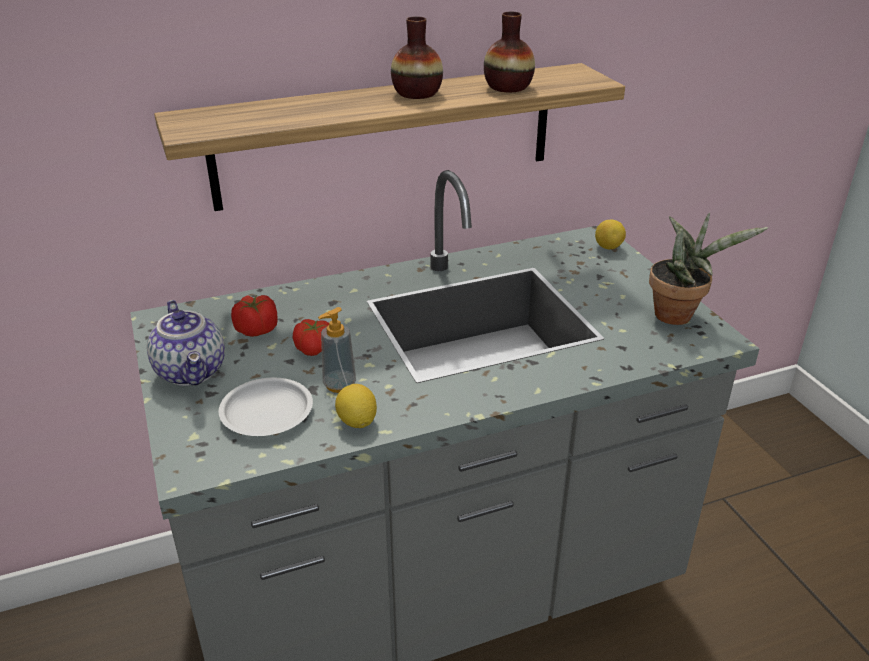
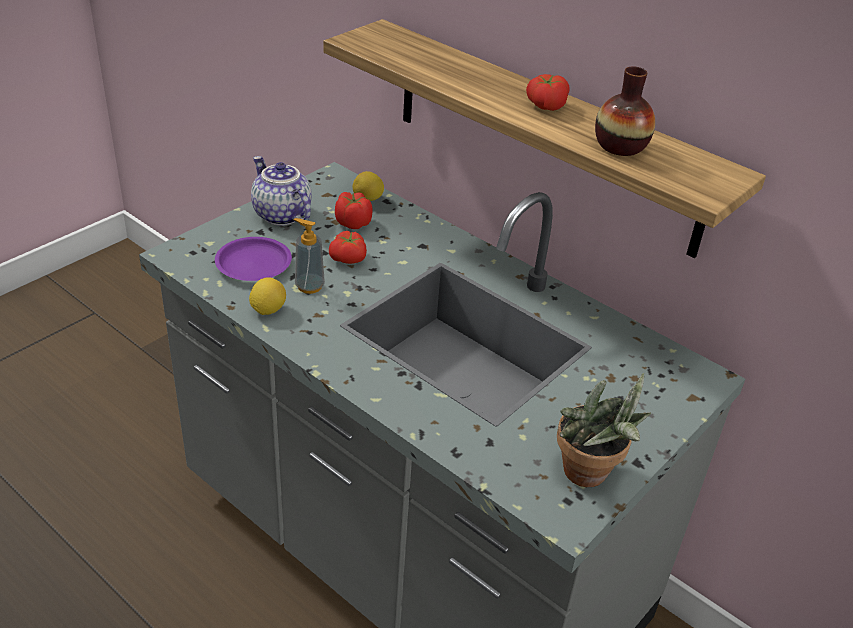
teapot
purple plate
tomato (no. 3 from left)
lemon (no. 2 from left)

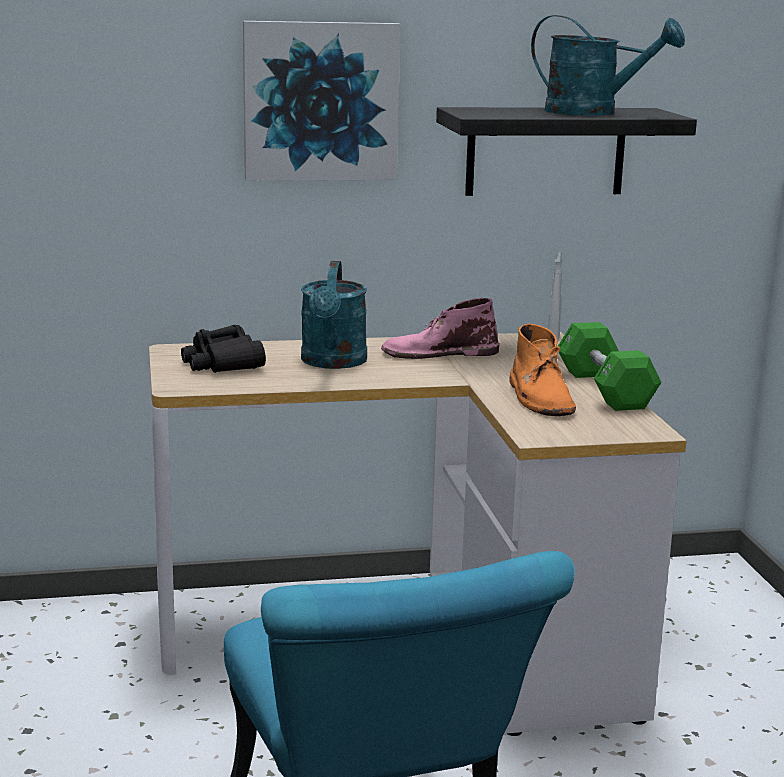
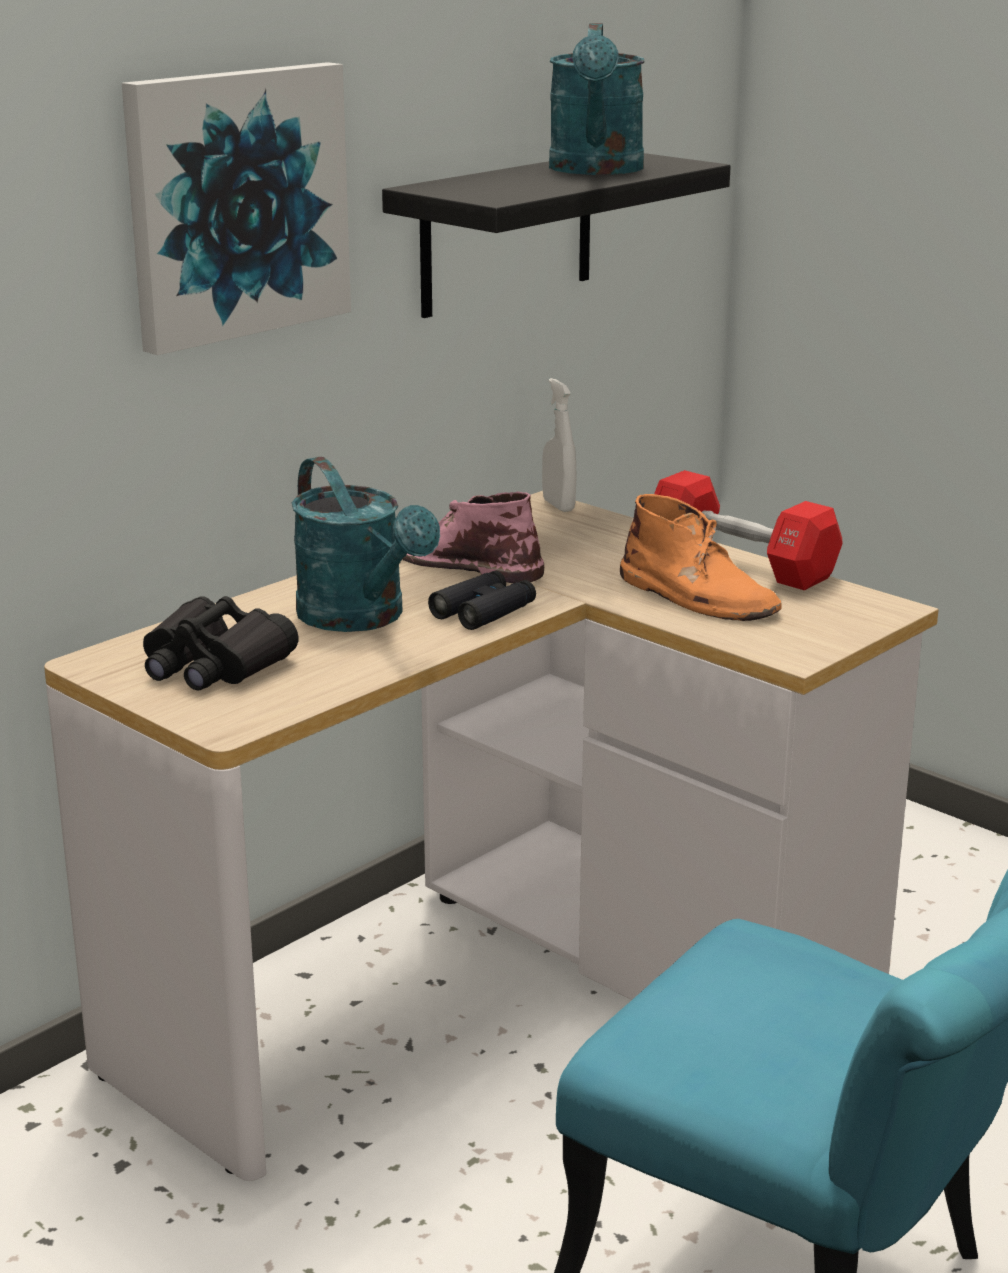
pink boot
turquoise watering can (no. 2 from left)
red dumbbell
black binoculars (no. 2 from left)

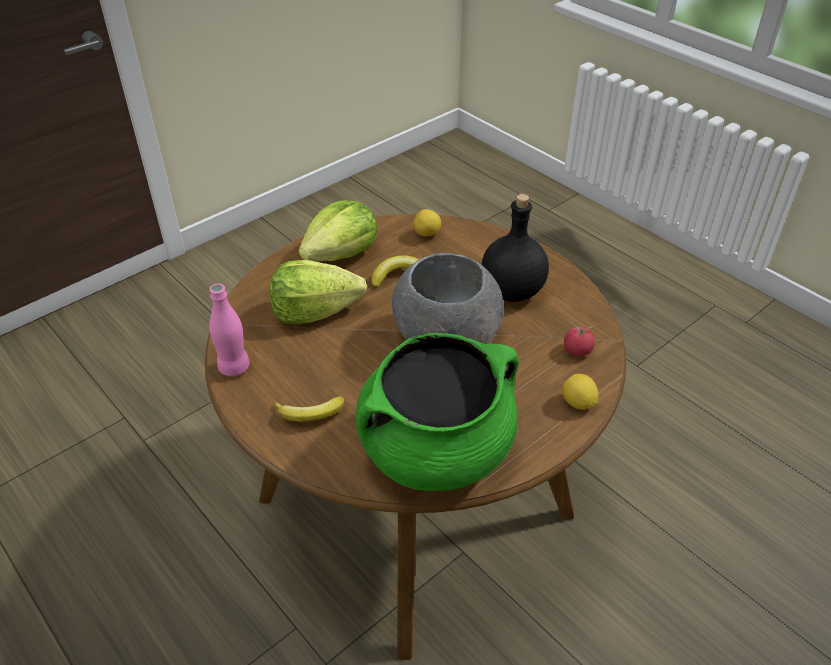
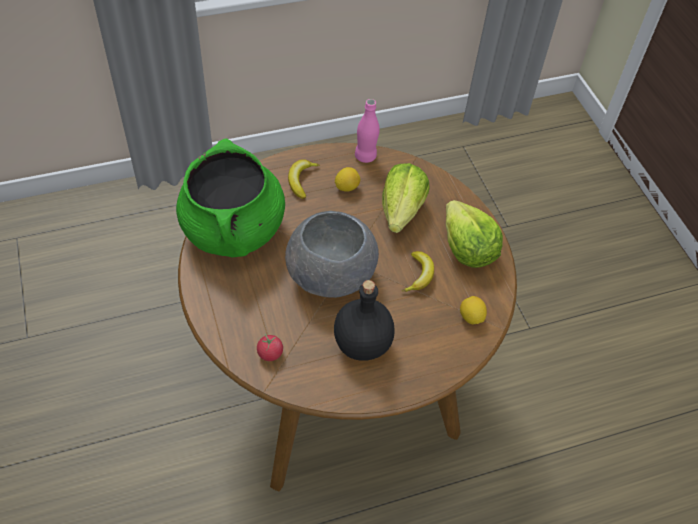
lemon (no. 1 from left)

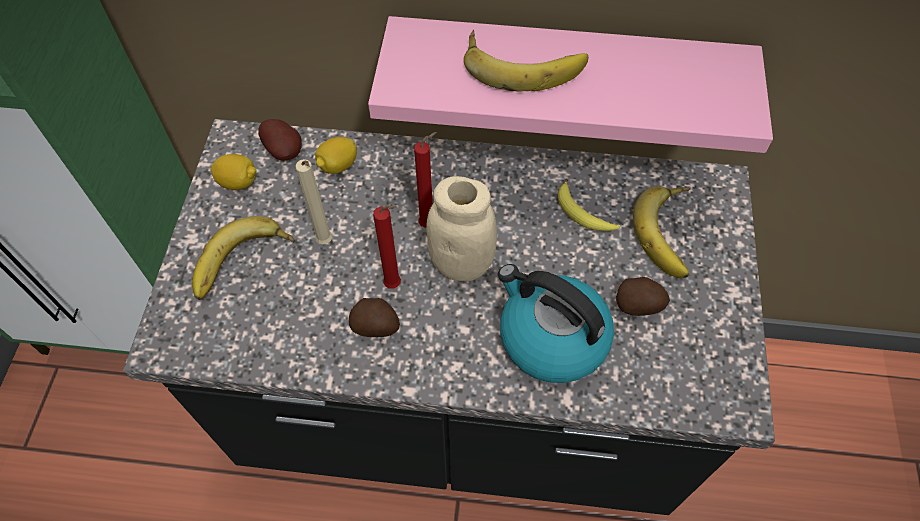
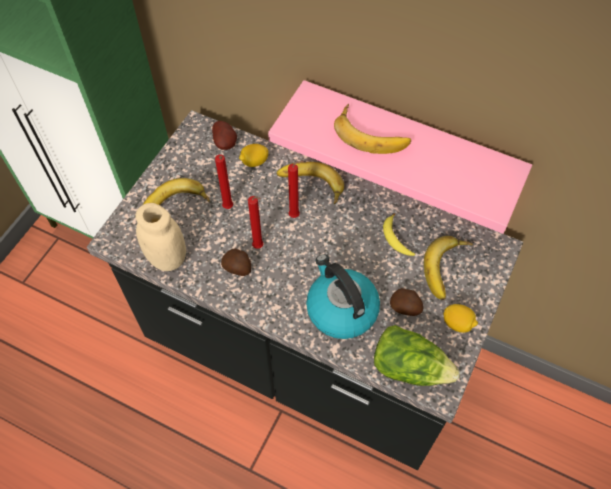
lemon (no. 2 from left)
red candle (no. 1 from left)
beige jar
banana (no. 2 from left)
lettuce

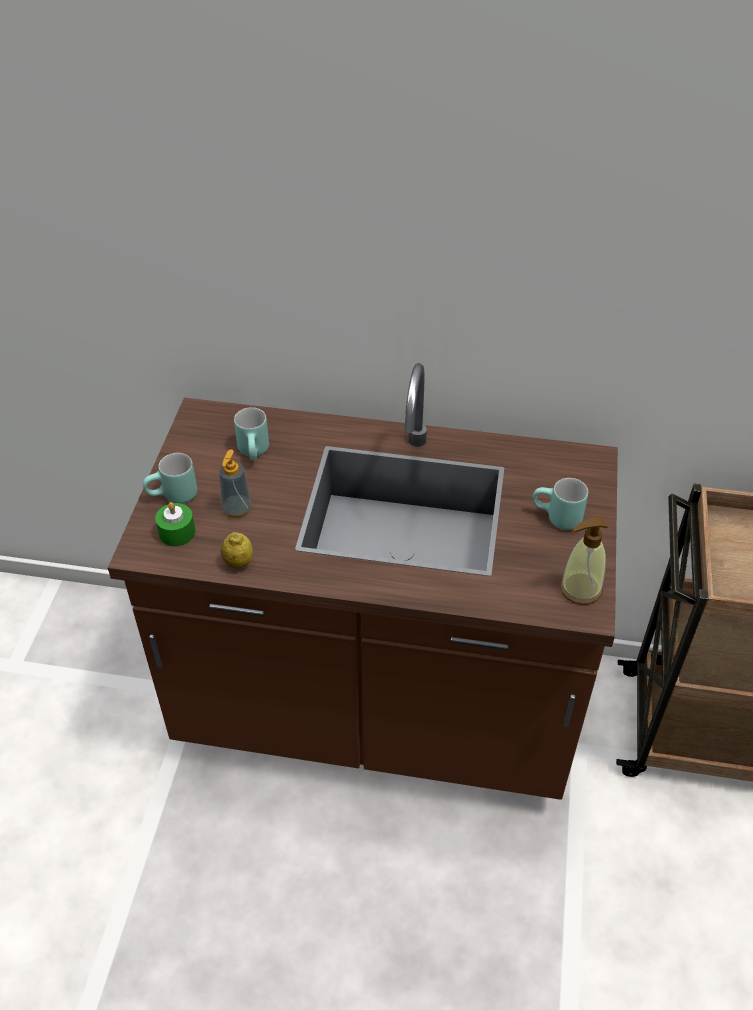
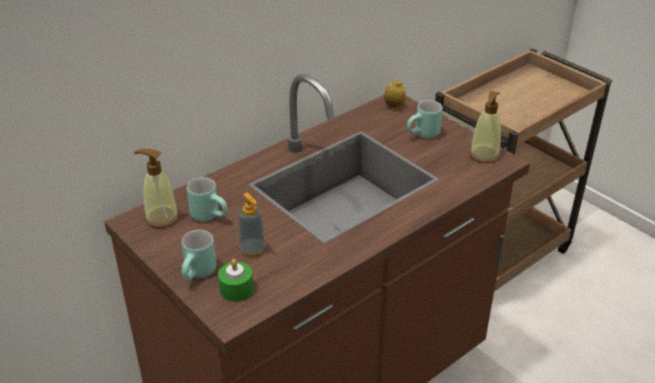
lemon
soap dispenser (no. 1 from left)

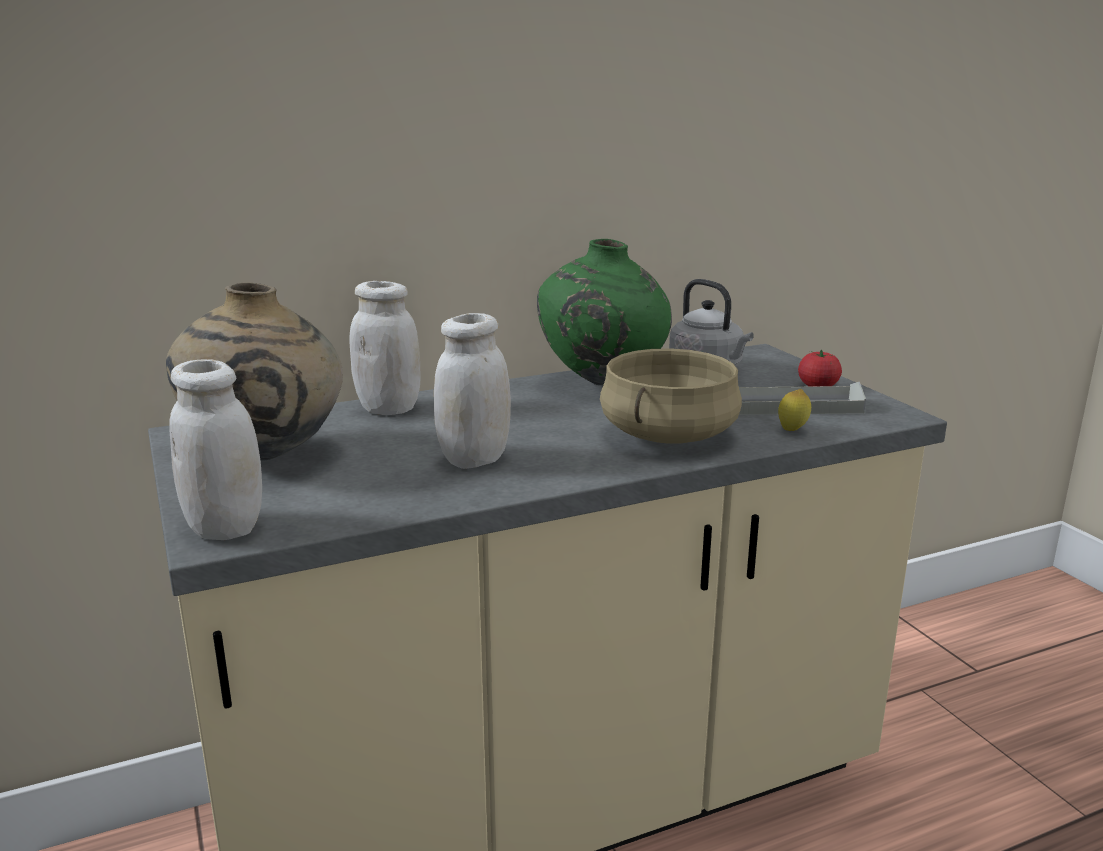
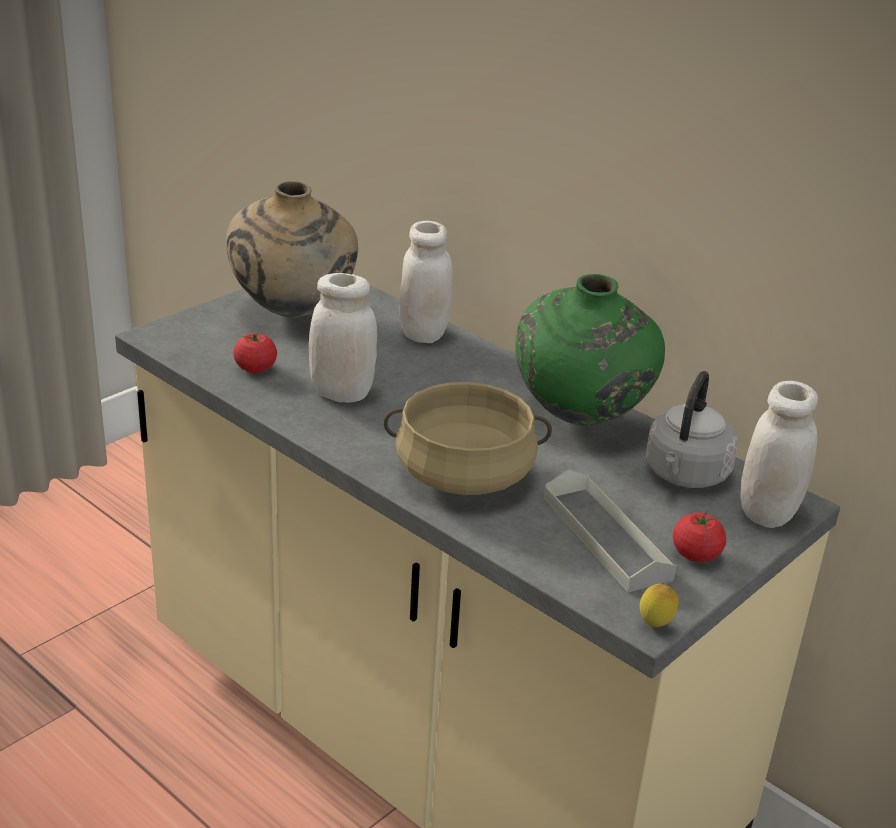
white jar (no. 3 from left)
lemon
tomato (no. 1 from left)

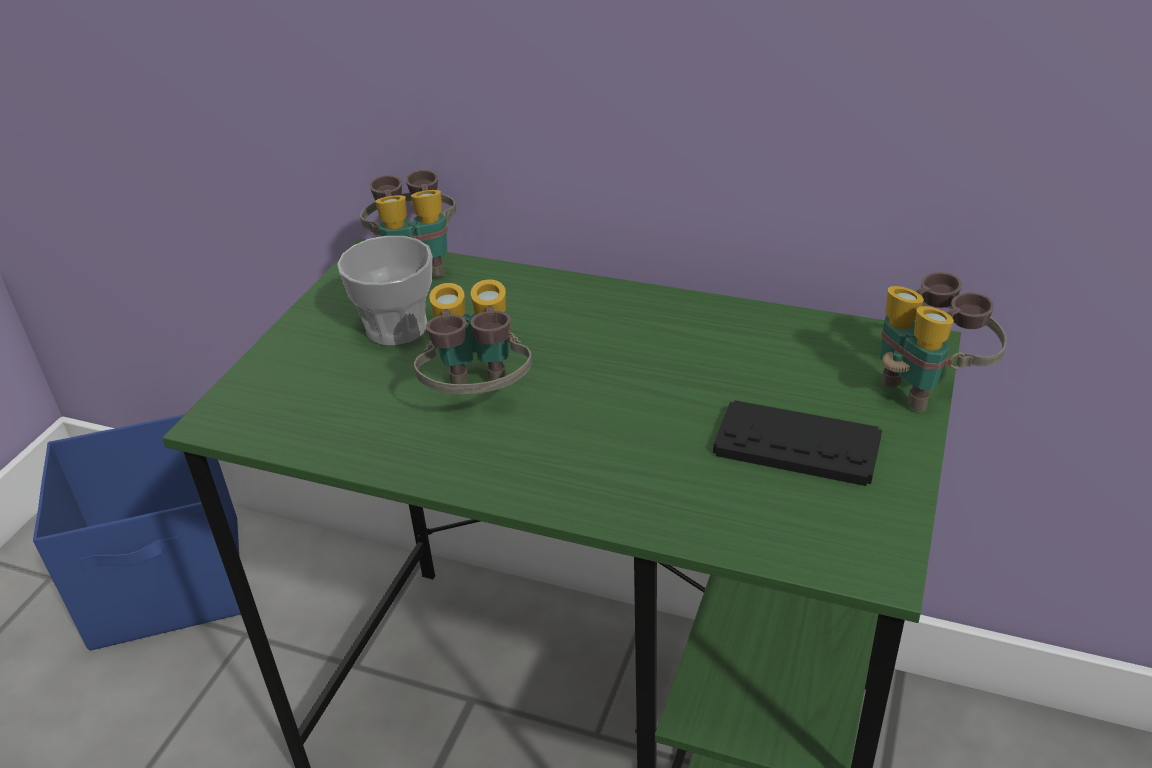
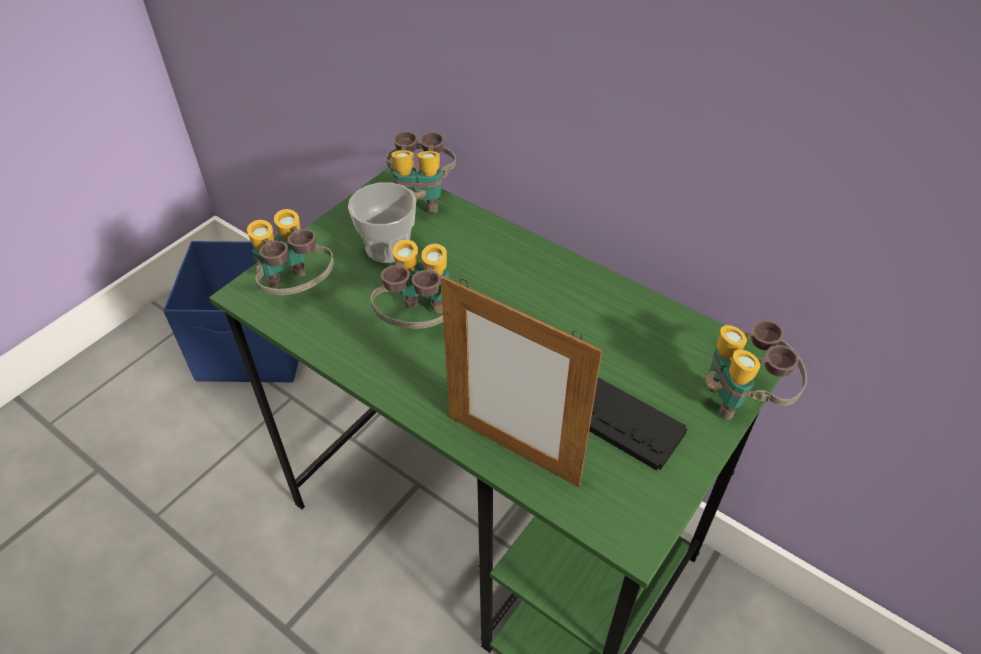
binoculars (no. 1 from left)
picture frame

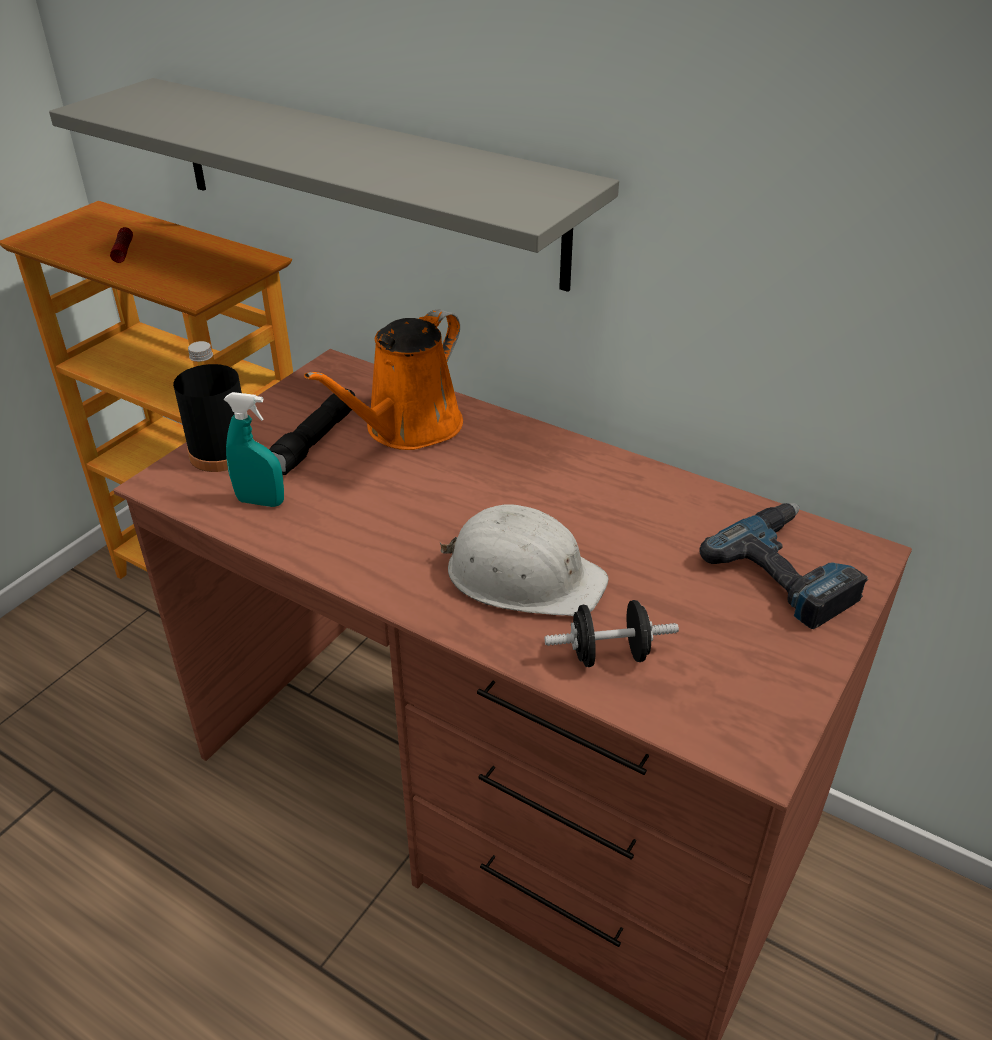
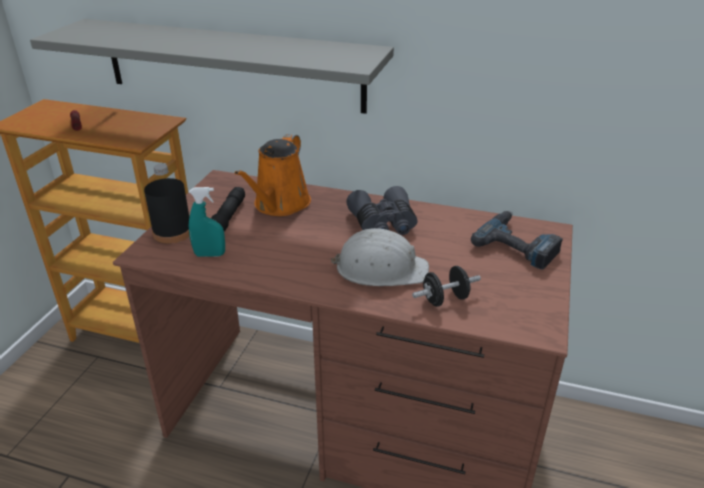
grey binoculars

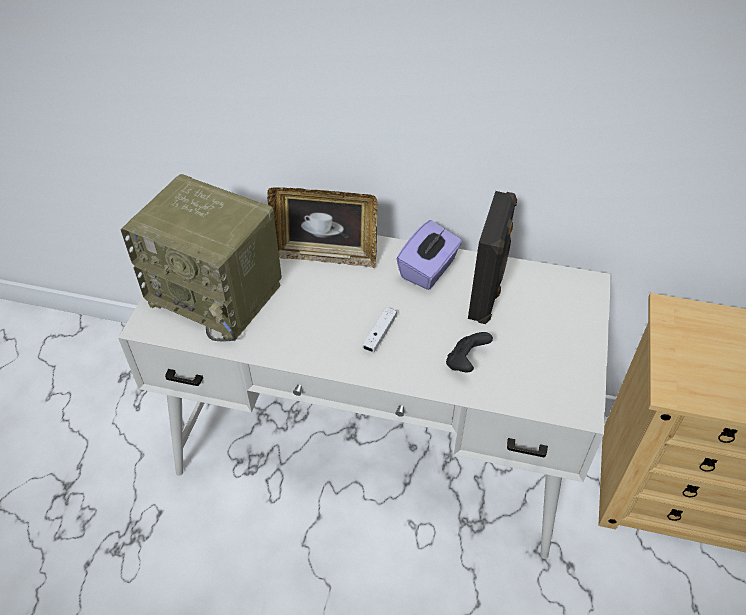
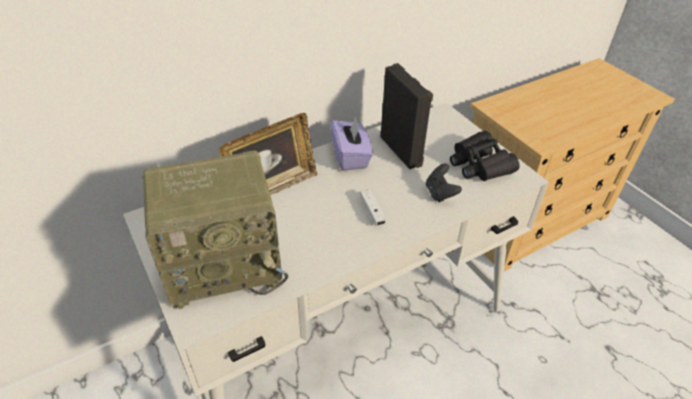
black binoculars

